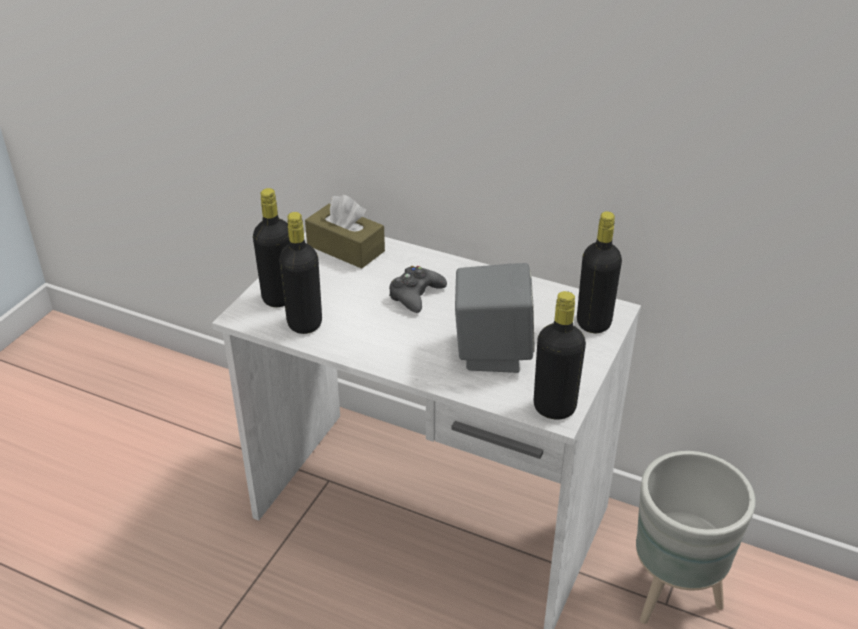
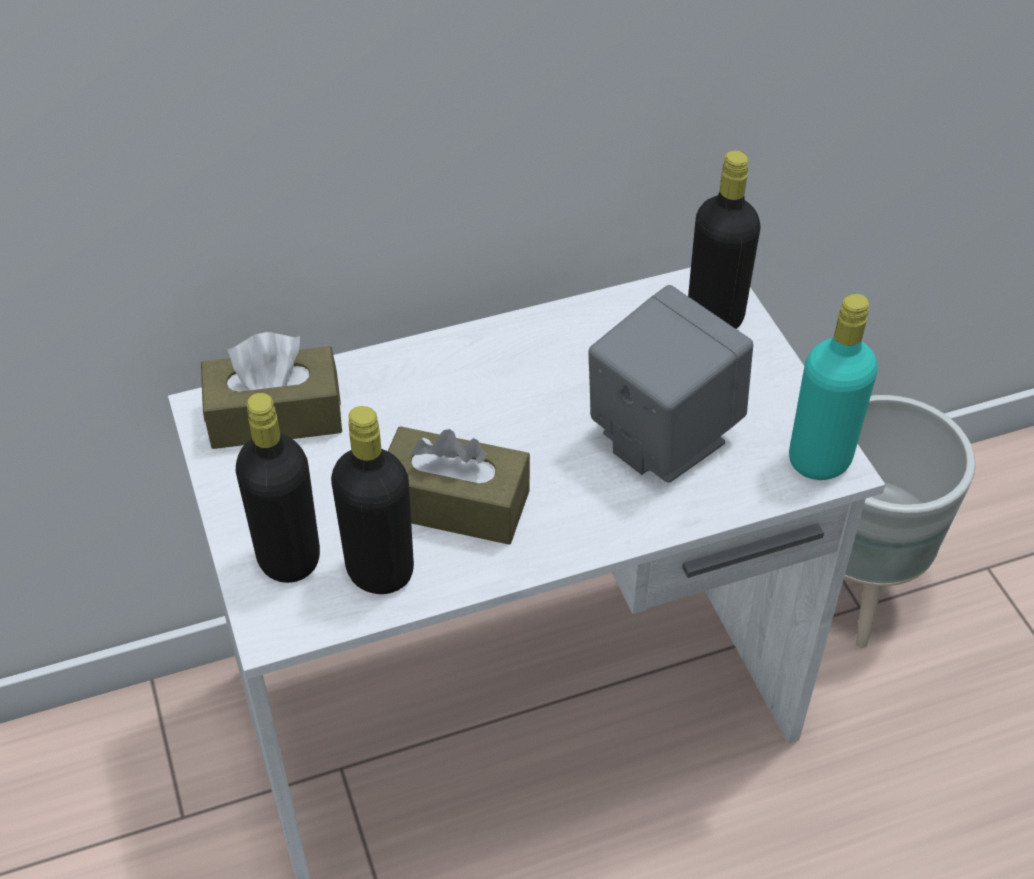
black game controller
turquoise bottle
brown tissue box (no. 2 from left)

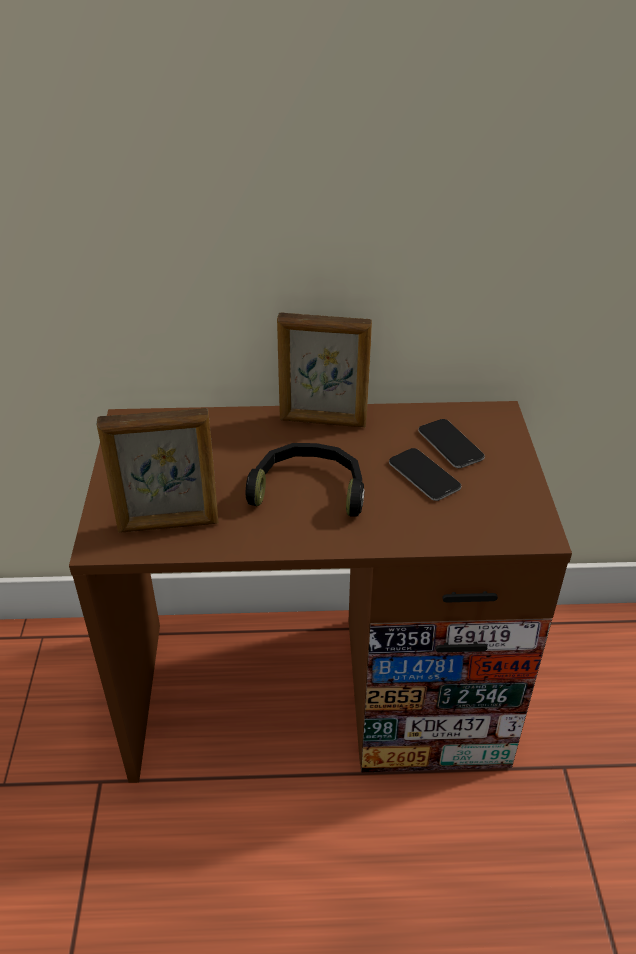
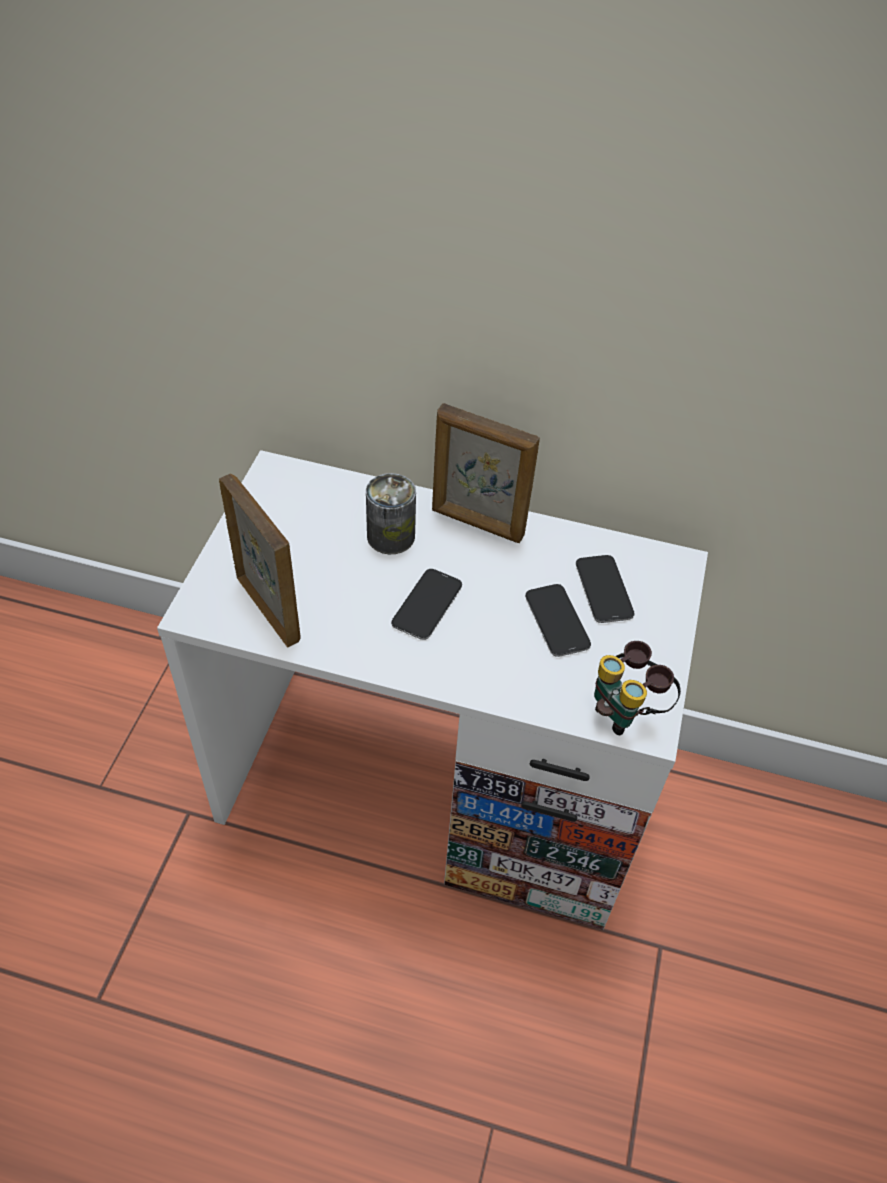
white desk
picture frame (no. 1 from left)
phone (no. 1 from left)
can
binoculars

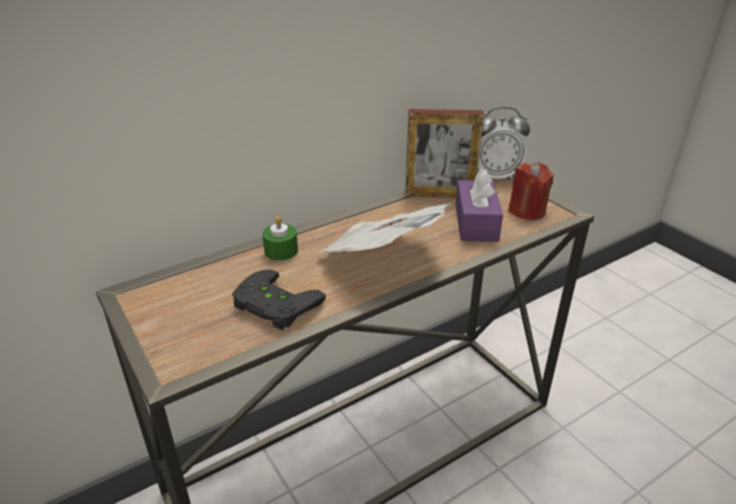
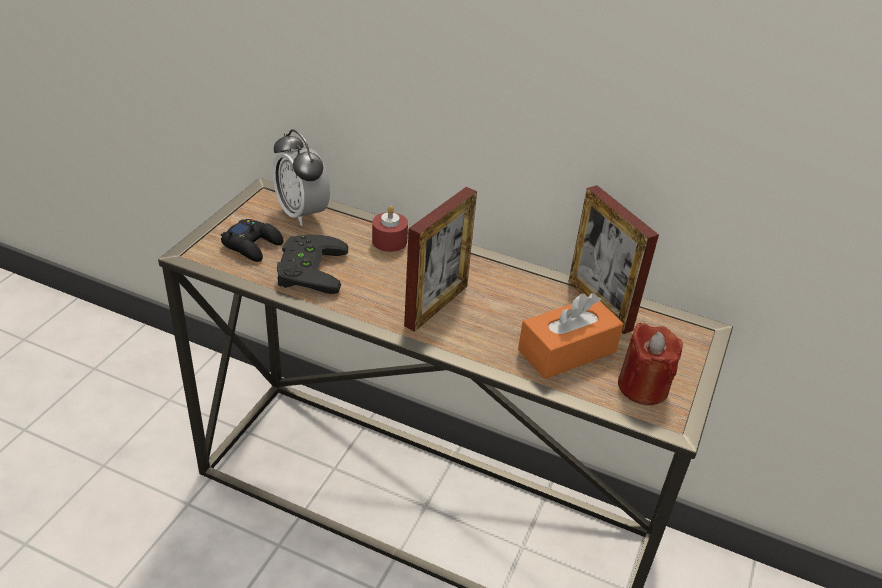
red candle (no. 1 from left)
picture frame (no. 1 from left)
orange tissue box
alarm clock
black game controller (no. 1 from left)

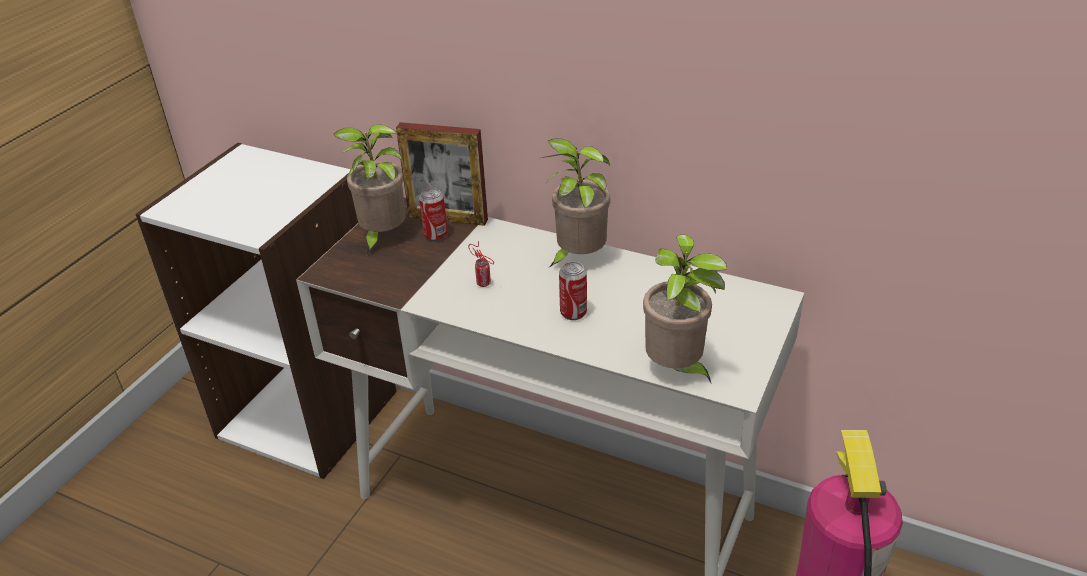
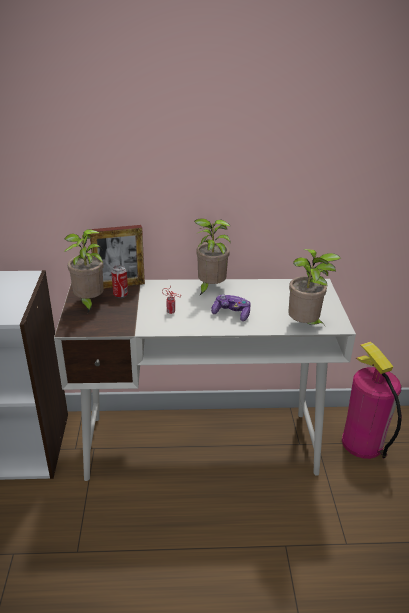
game controller

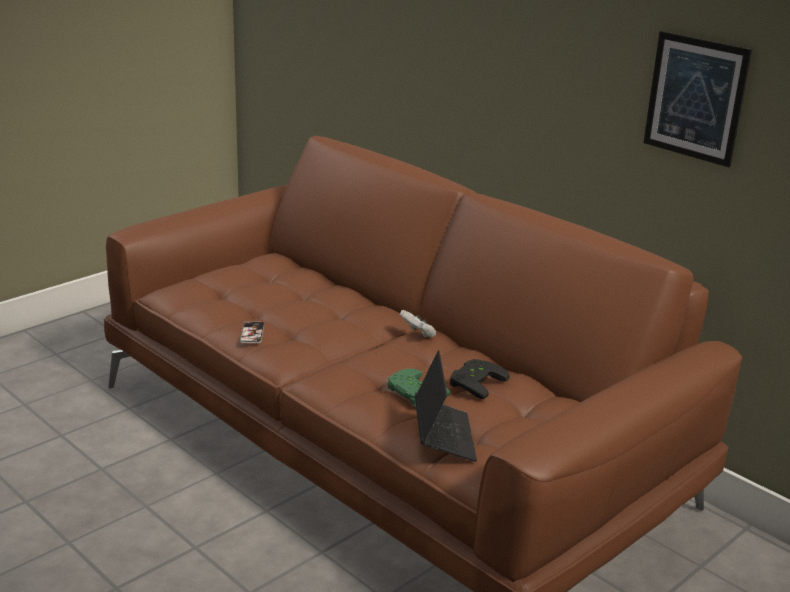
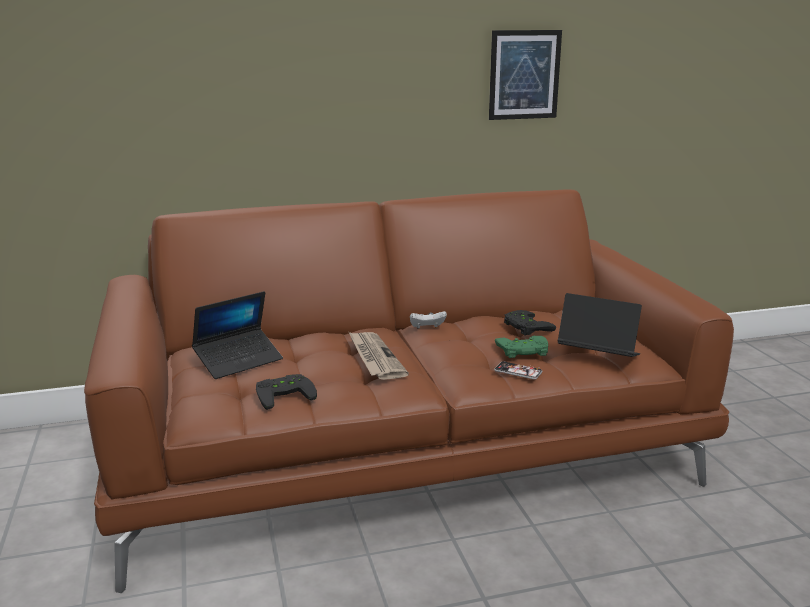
phone
laptop (no. 1 from left)
black game controller (no. 1 from left)
newspaper

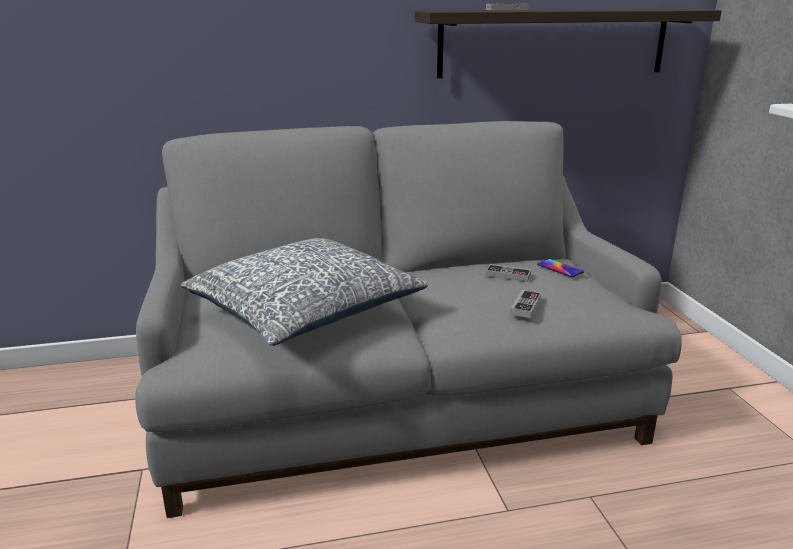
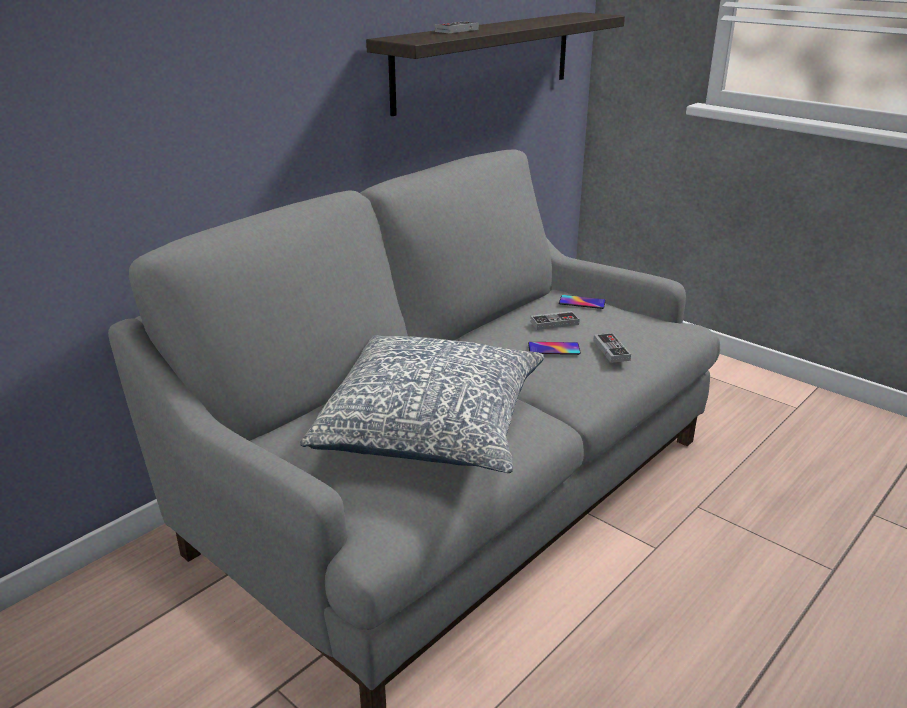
phone (no. 1 from left)

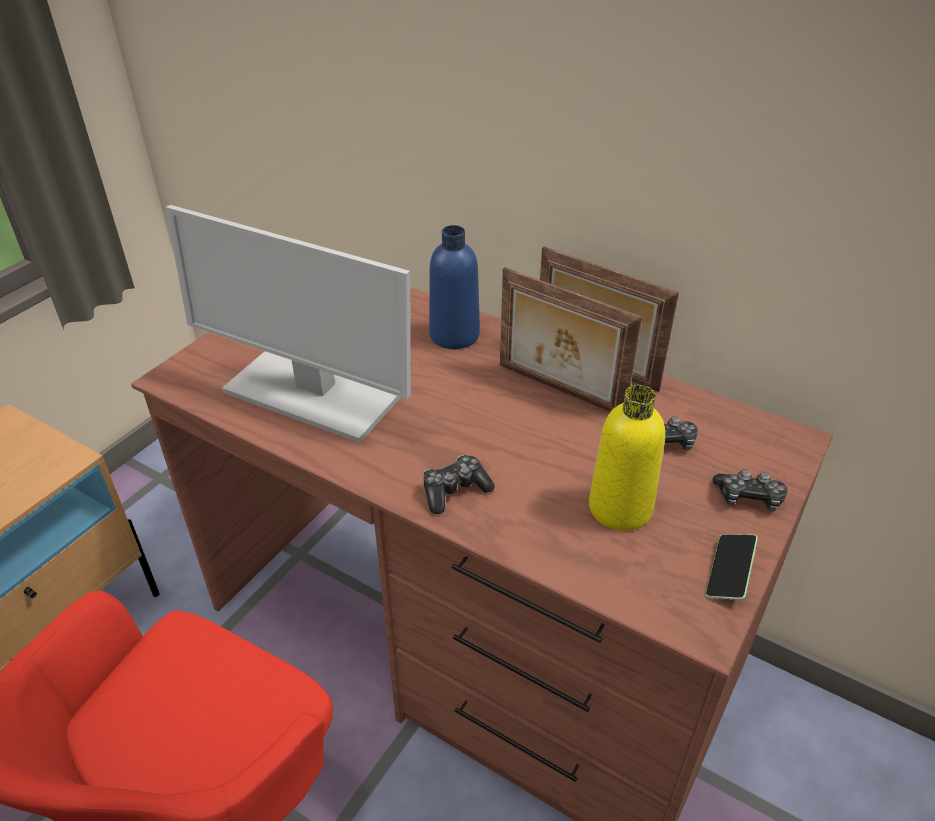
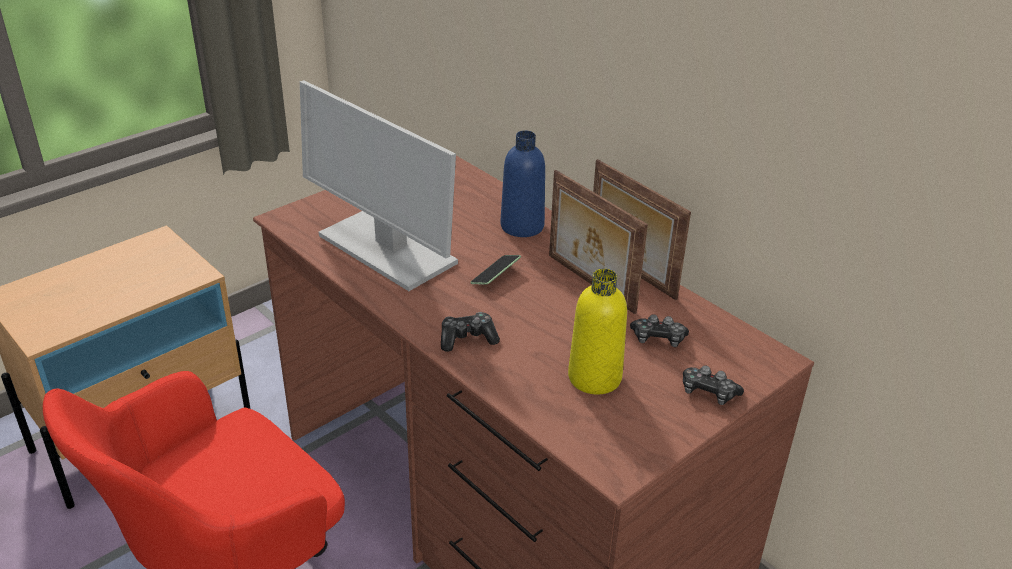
phone

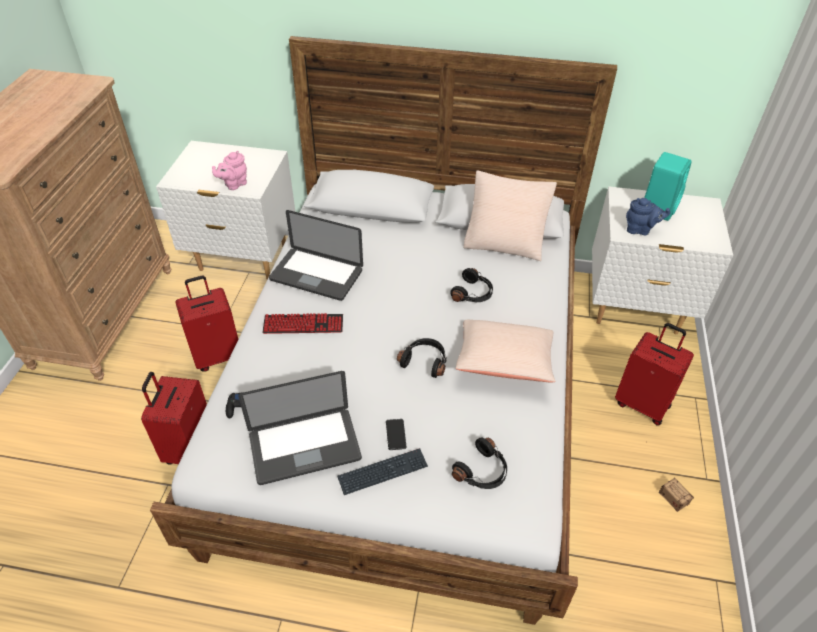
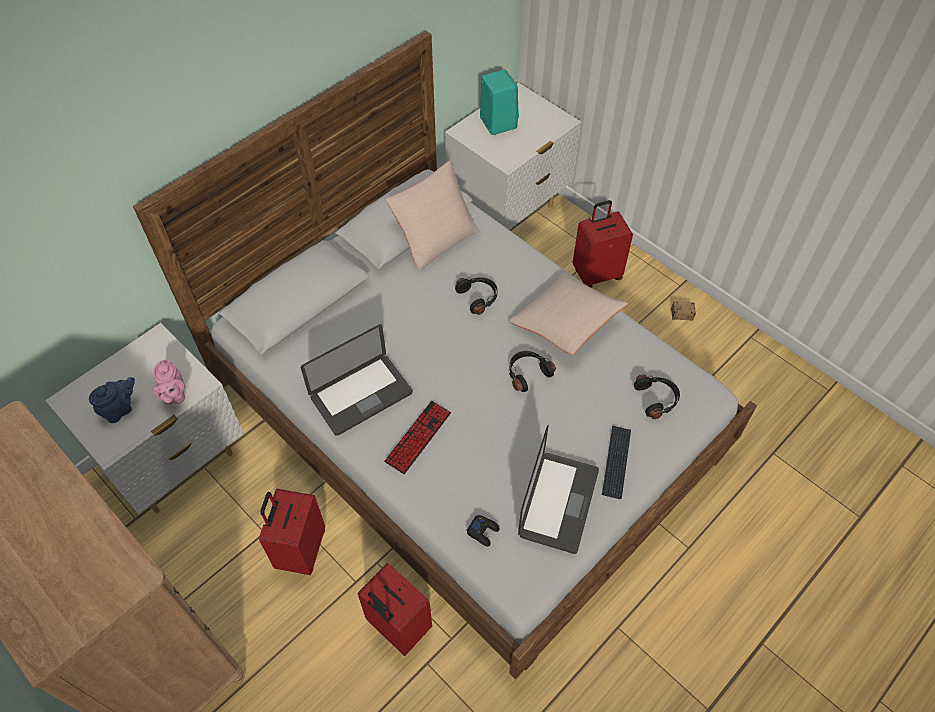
phone
blue teapot

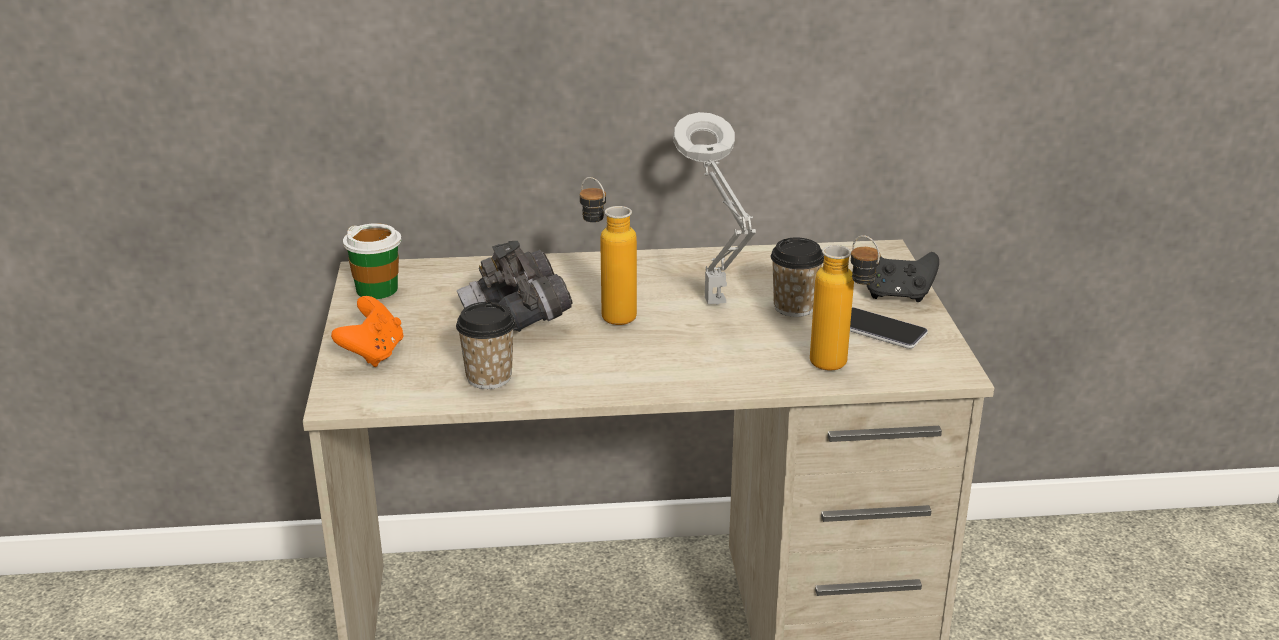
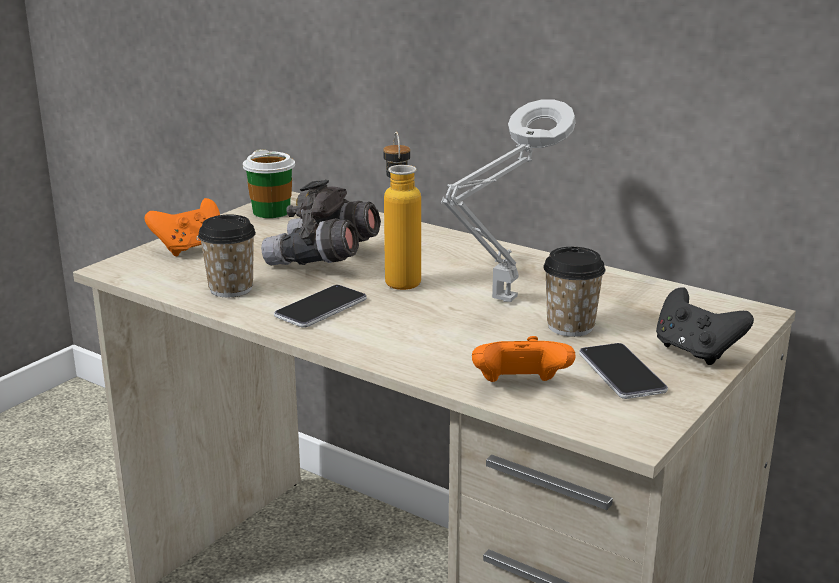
orange game controller (no. 2 from left)
phone (no. 1 from left)

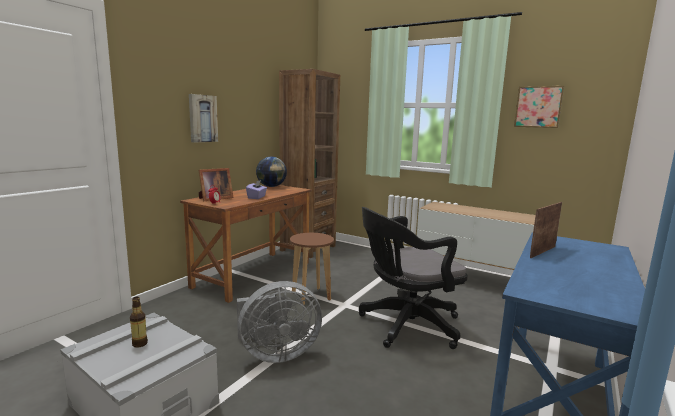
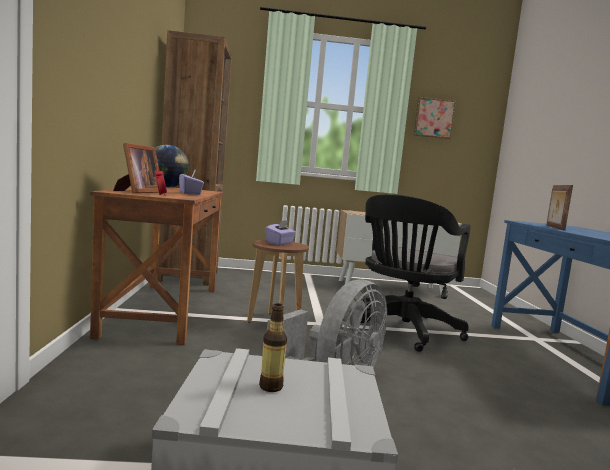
picture (no. 1 from left in the first image)
purple tissue box (no. 2 from left)

